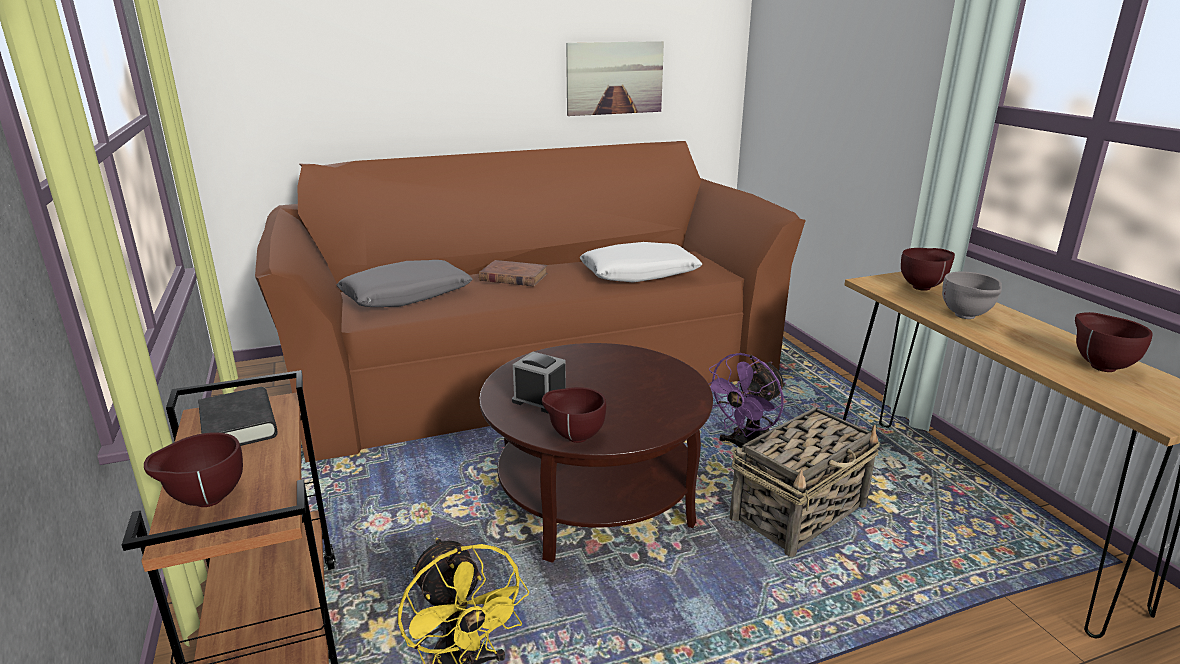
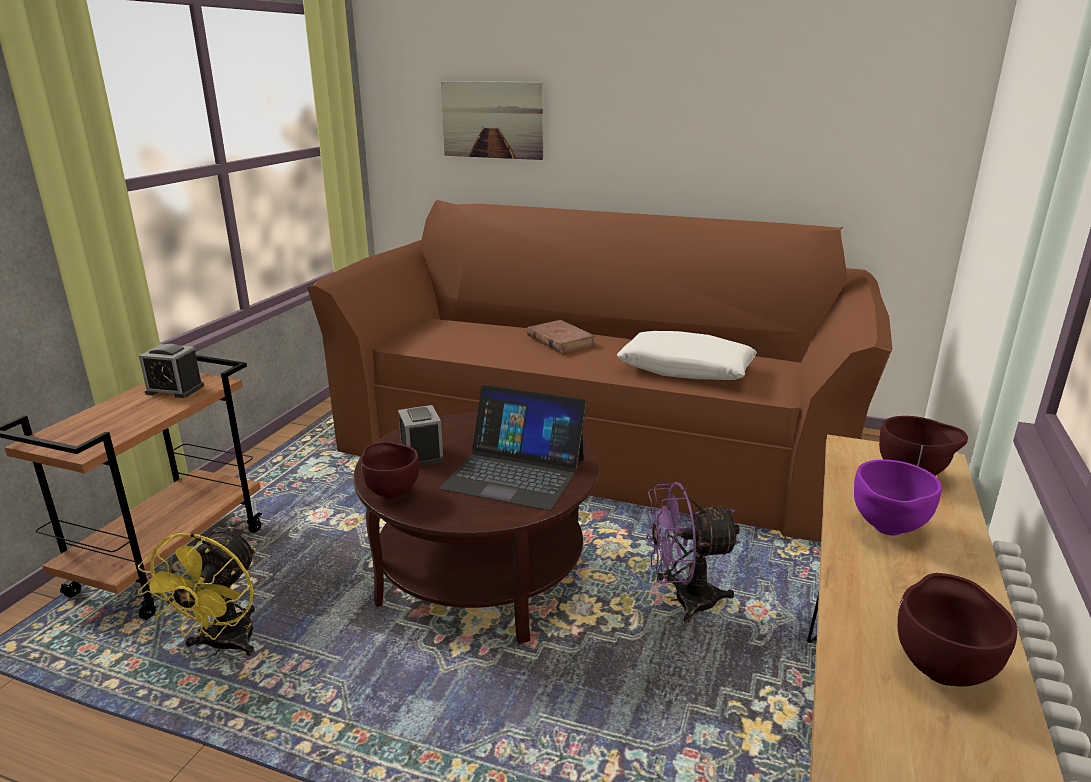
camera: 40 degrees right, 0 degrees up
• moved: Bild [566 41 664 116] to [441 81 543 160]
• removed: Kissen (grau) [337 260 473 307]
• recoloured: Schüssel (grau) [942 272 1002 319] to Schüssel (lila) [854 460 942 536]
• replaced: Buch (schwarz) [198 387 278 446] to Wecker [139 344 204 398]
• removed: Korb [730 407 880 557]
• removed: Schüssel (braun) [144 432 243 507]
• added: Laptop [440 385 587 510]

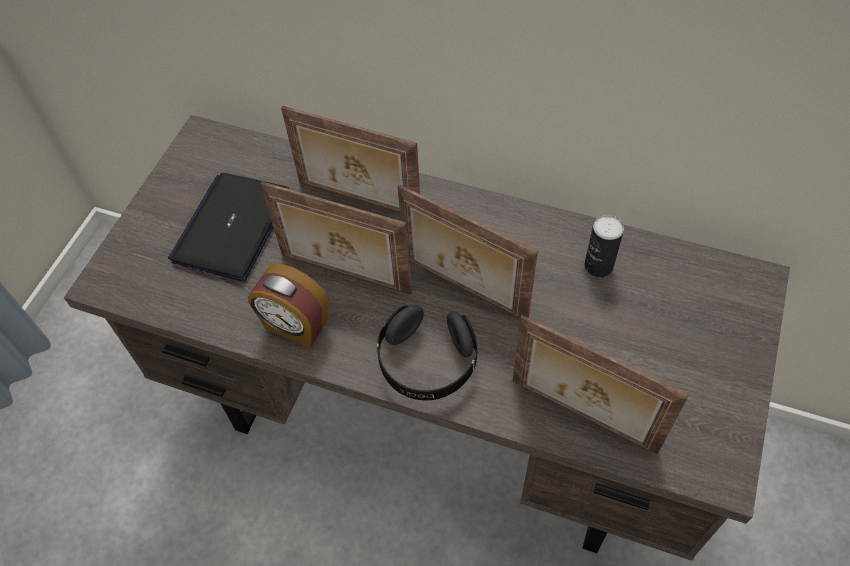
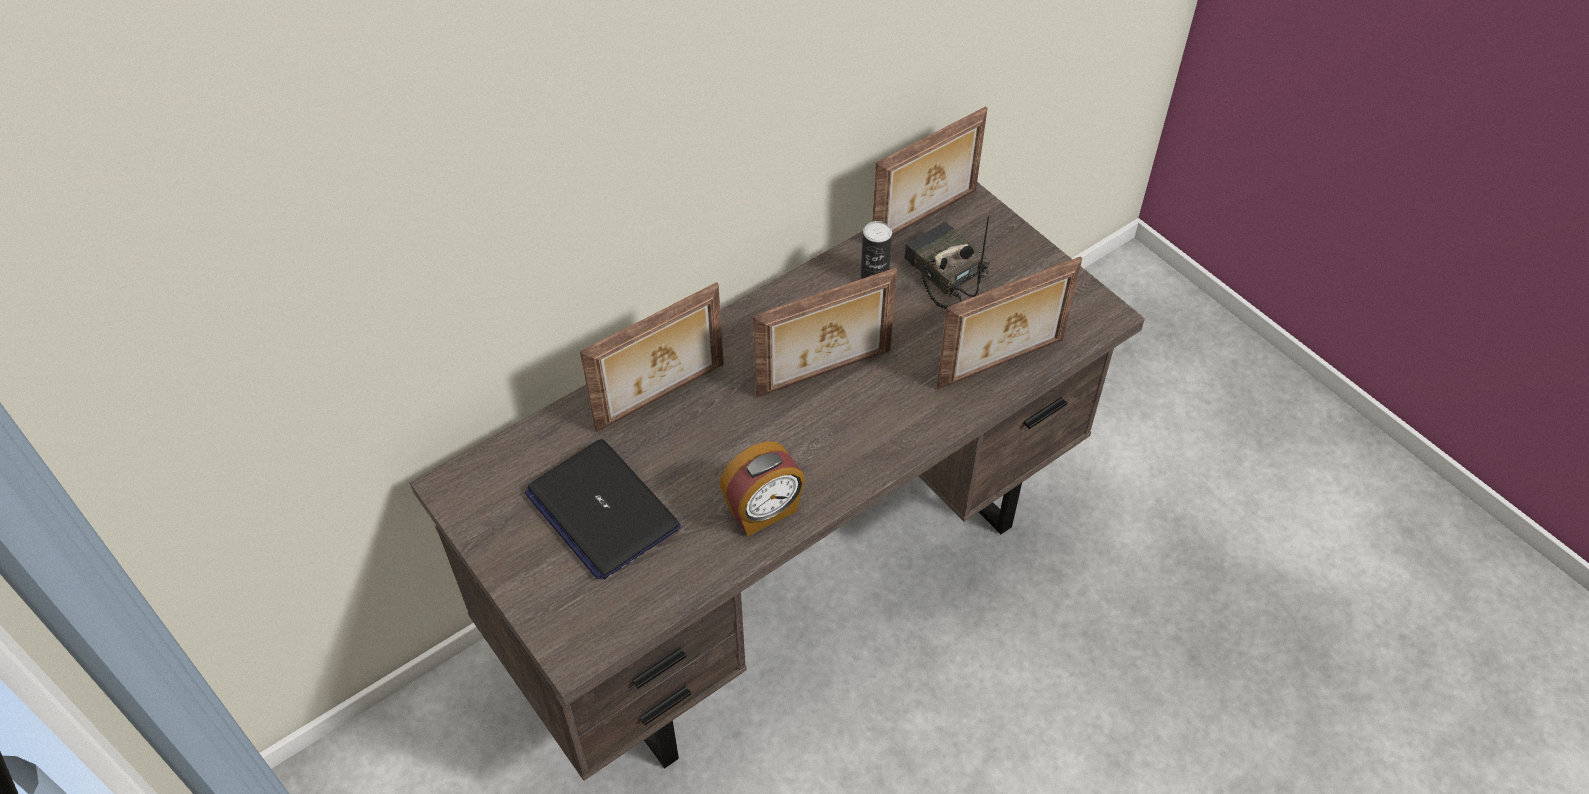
camera: 60 degrees left, 5 degrees down
• moved: Bilderrahmen [260 181 412 295] to [872 106 988 236]
• removed: Kopfhörer (schwarz) [377 305 478 400]
• added: Radio [904 215 990 309]

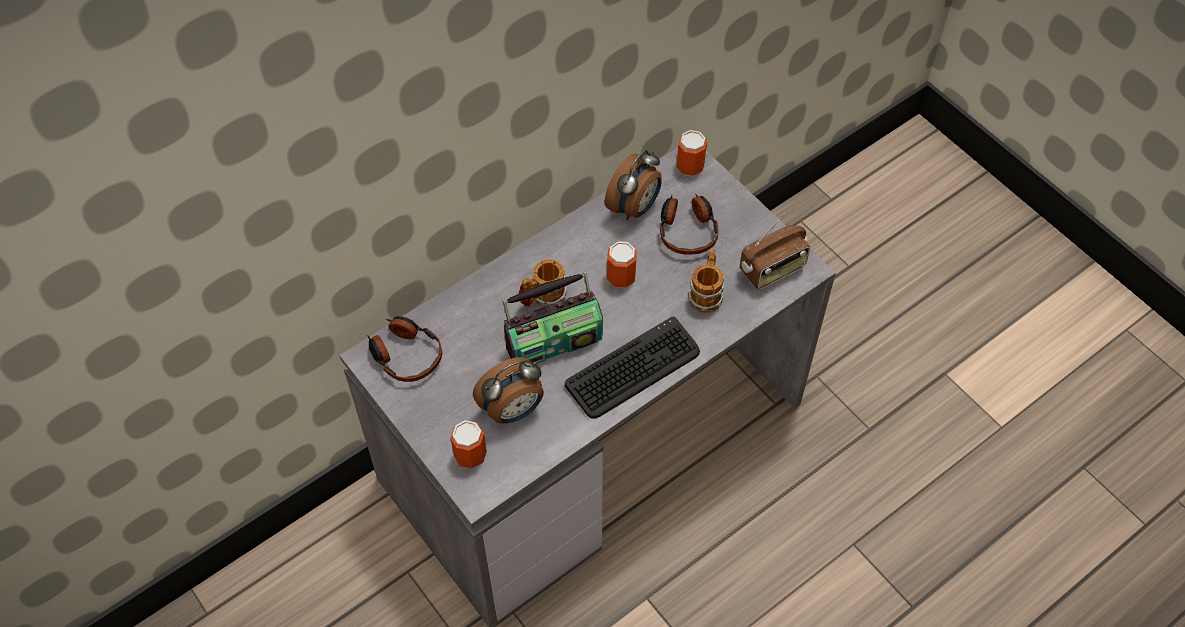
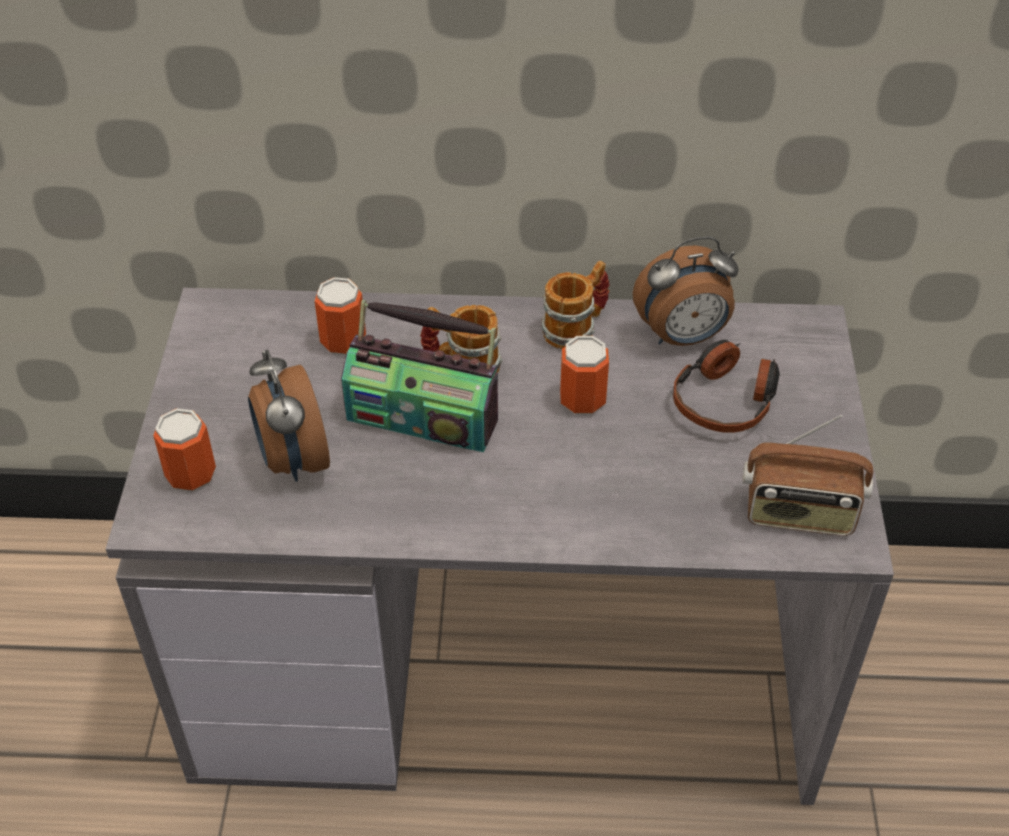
camera: 40 degrees right, 10 degrees down
• moved: Dose [677 130 707 176] to [315 277 366 355]
• moved: Henkelbecher [688 249 724 313] to [541 261 610 349]
• removed: Kopfhörer [367 316 442 382]
• removed: Tastatur [565 317 700 419]
• turned: Wecker [473 357 544 424] = [248 350 330 482] 60 degrees clockwise

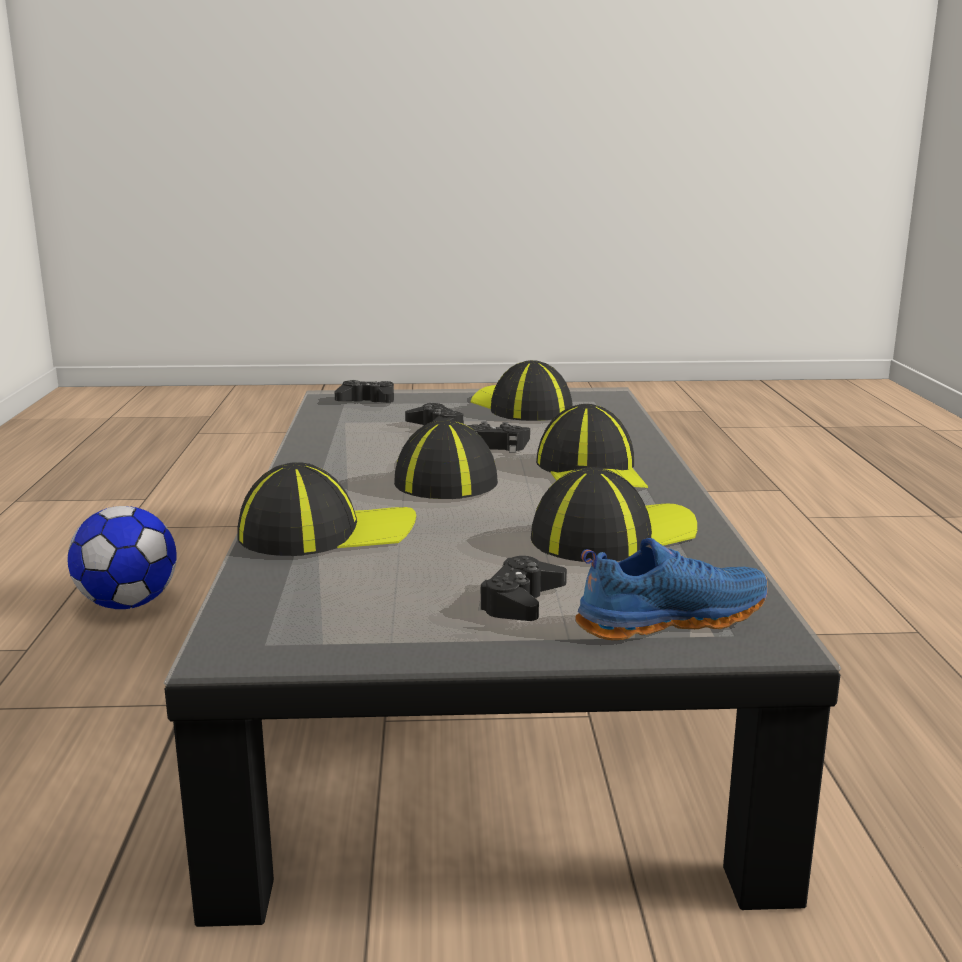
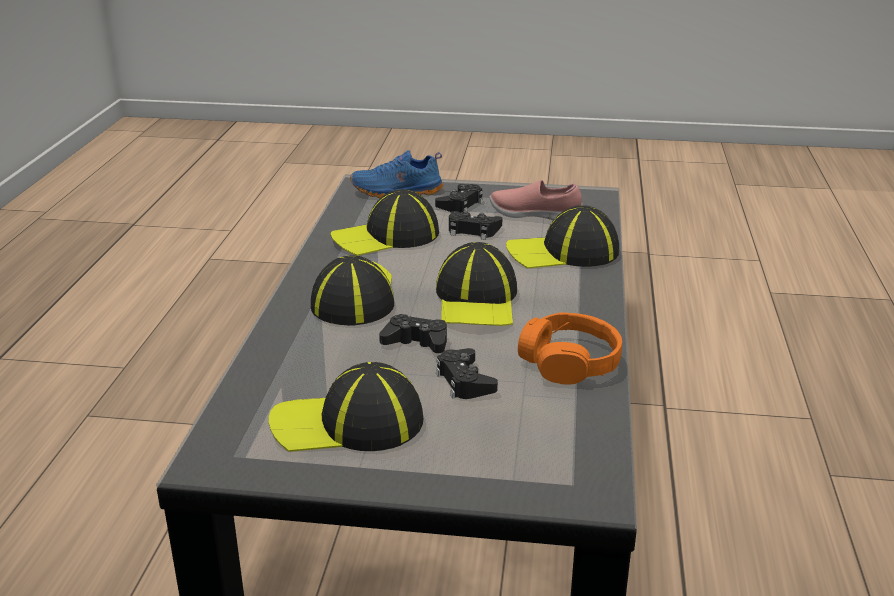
camera: 170 degrees left, 10 degrees up
• turned: Kappe [471 360 573 421] = [269 362 423 452] 105 degrees clockwise
• moved: Gamepad (schwarz) [334 380 394 403] to [449 211 502 240]
• removed: Fußball [67 506 177 609]
• added: Schuh (rosa) [489 180 582 221]
• added: Kopfhörer (orange) [518 312 622 385]

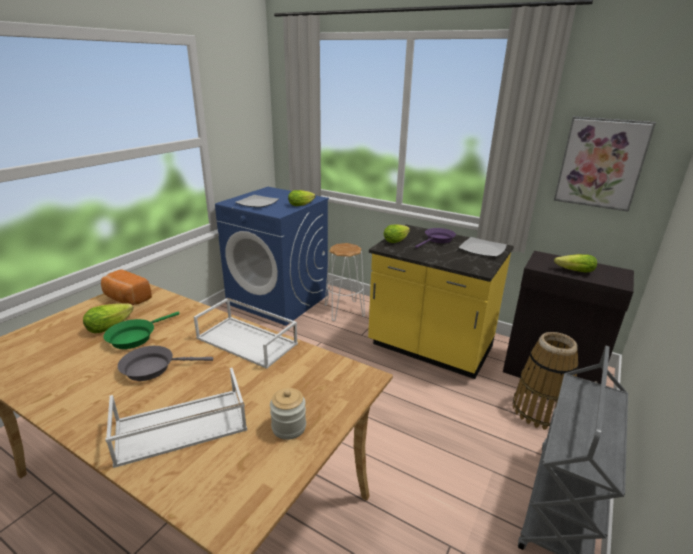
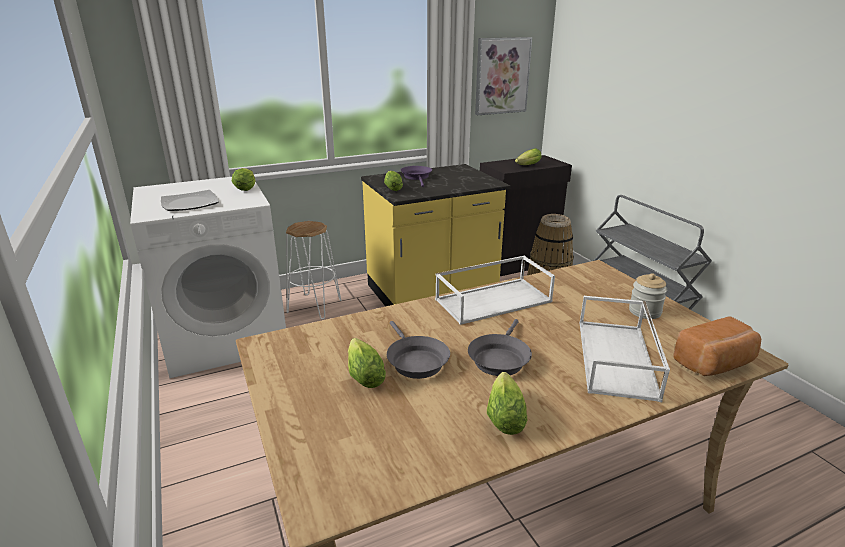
camera: 55 degrees left, 0 degrees up
• recoloured: Waschmaschine (blau) [215 187 329 326] to Waschmaschine (weiß) [130 177 286 378]
• removed: Teller [459 237 507 257]
• moved: Brot [101 269 152 305] to [673 317 761 376]
• recoloured: Pfanne (grün) [103 312 180 349] to Pfanne (grau) [387 321 450 379]
• added: Salatkopf [487 372 527 435]

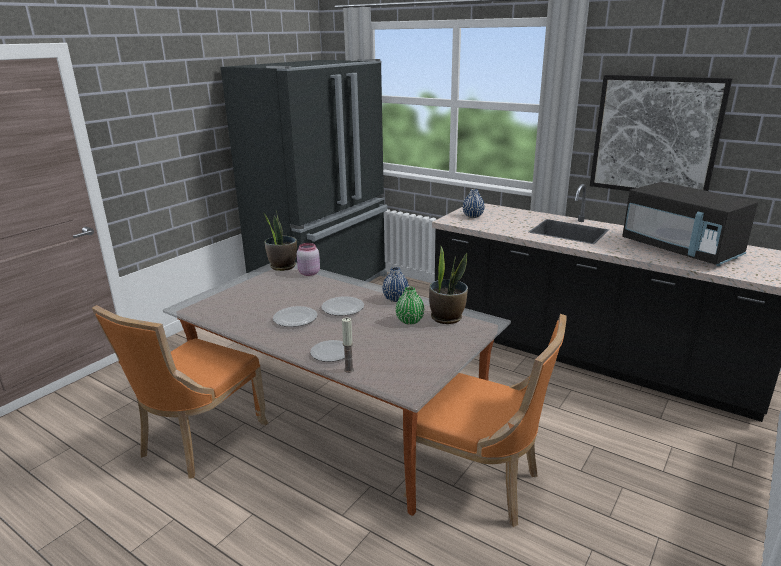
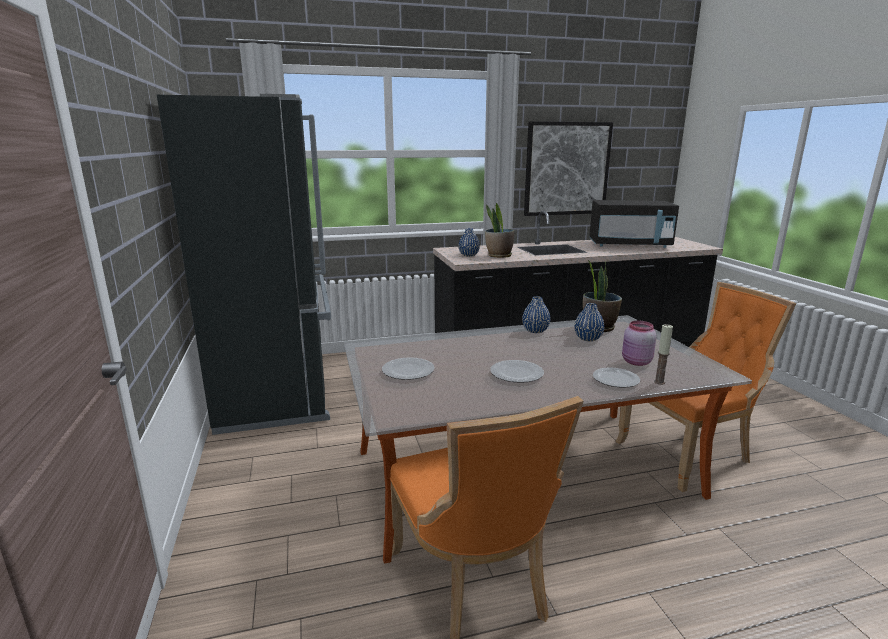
camera: 50 degrees left, 5 degrees down
• moved: Topfpflanze [264 211 297 271] to [485 203 514 258]
• moved: Vorratsglas (rosa) [297 243 320 276] to [622 321 657 366]
• recoloured: Vase (grün) [396 287 424 325] to Vase (blau) [574 303 605 341]
• moved: Teller [321 296 364 316] to [382 357 435 380]

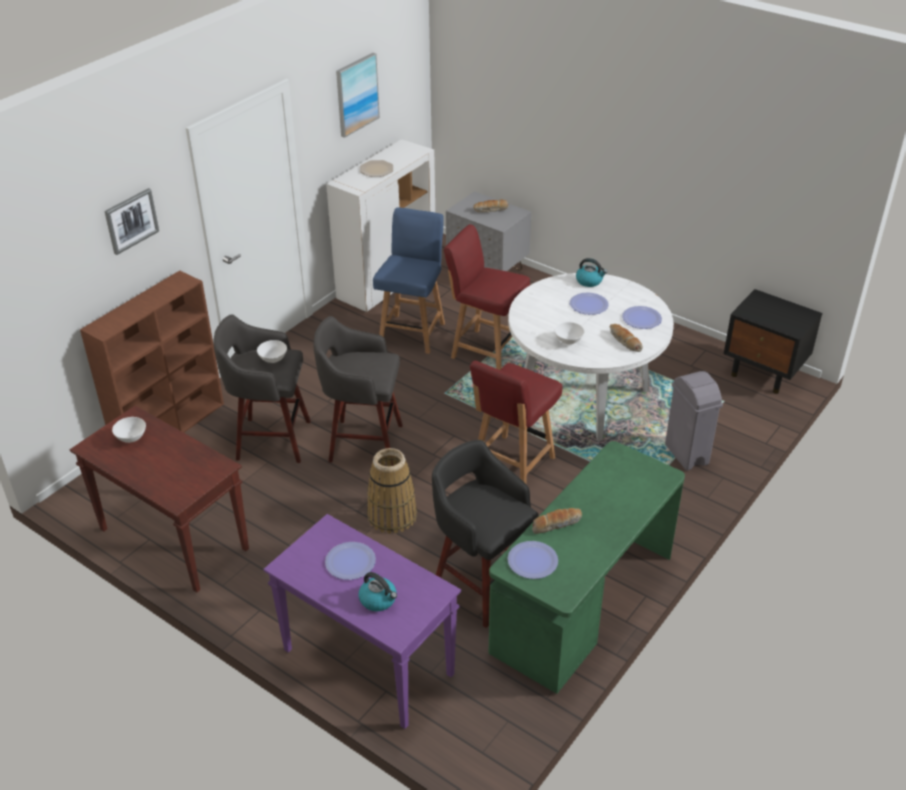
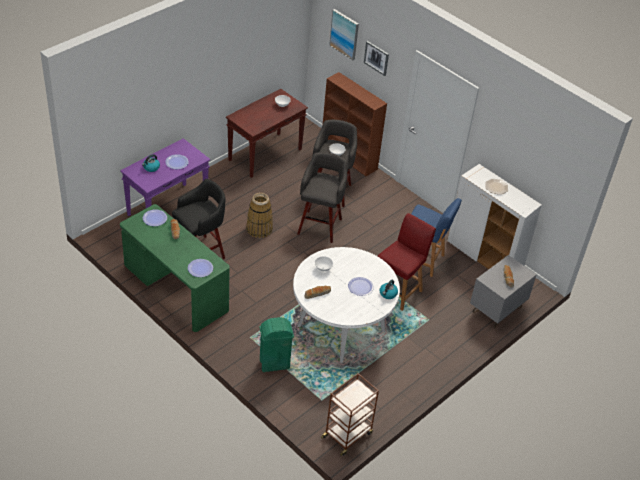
camera: 95 degrees right, 5 degrees up
• moved: Bild [336 53 380 138] to [329 9 359 60]
• replaced: Nachttisch (schwarz) [724 289 822 394] to Rollwagen (braun) [321 373 379 456]
• moved: Teller [622 306 662 329] to [188 259 213 277]
• removed: Stuhl (rot) [470 361 563 485]
• recoloured: Mülleimer (grau) [665 371 723 471] to Mülleimer (grün) [260 317 294 372]

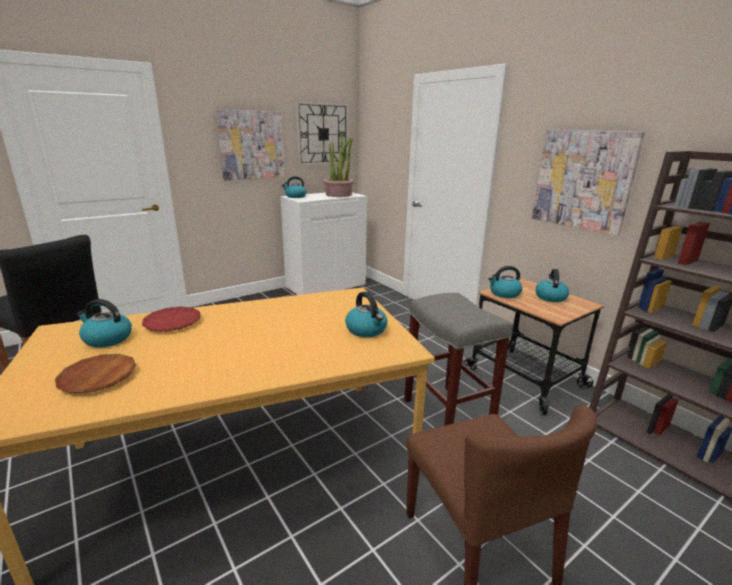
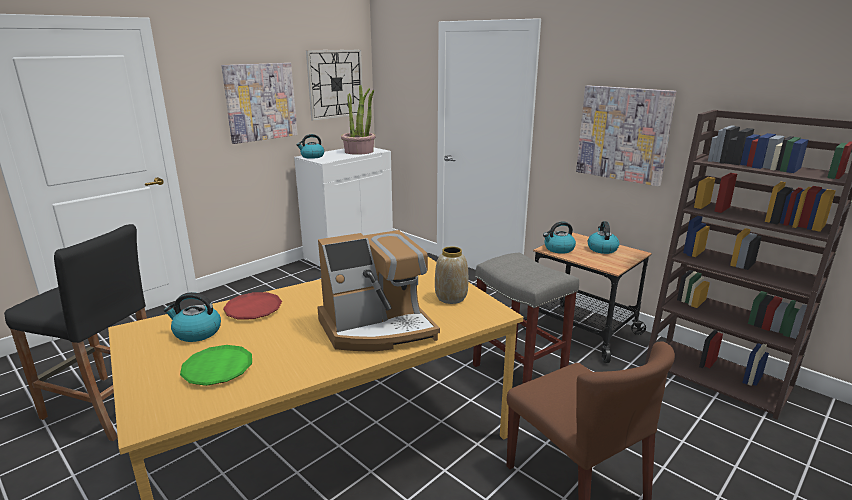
camera: 10 degrees left, 0 degrees up
• replaced: Wasserkessel [345 291 388 337] to Vase [435 246 468 304]
• recoloured: Teller (braun) [55 354 136 393] to Teller (grün) [180 345 252 386]
• added: Kaffeemaschine [317 230 440 352]

